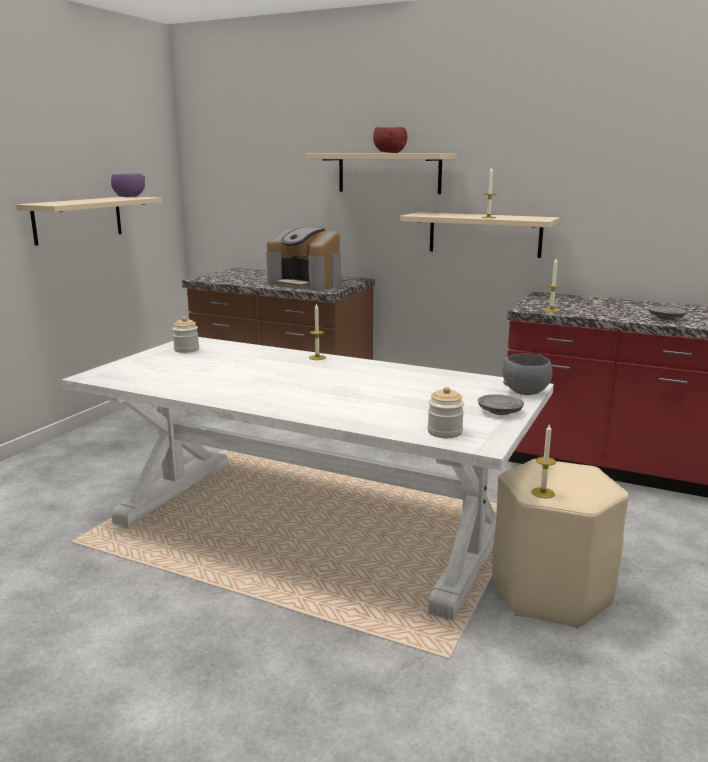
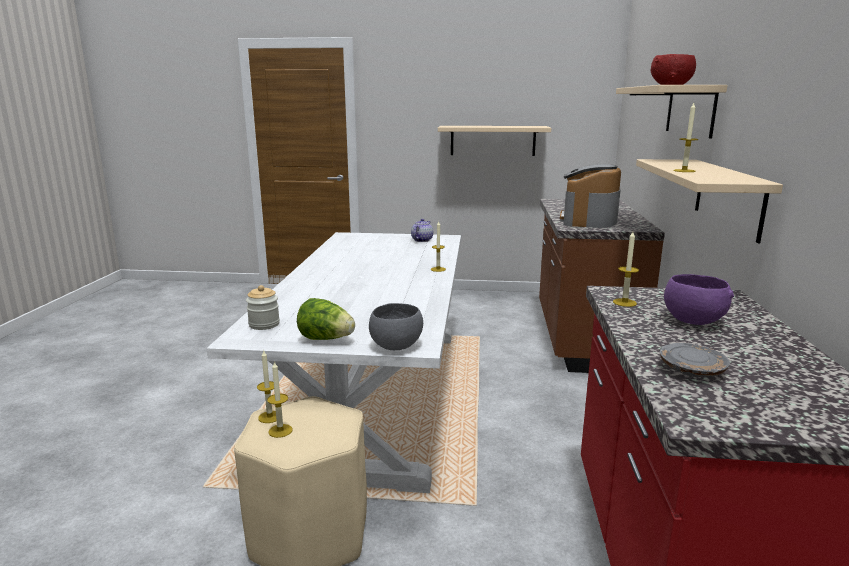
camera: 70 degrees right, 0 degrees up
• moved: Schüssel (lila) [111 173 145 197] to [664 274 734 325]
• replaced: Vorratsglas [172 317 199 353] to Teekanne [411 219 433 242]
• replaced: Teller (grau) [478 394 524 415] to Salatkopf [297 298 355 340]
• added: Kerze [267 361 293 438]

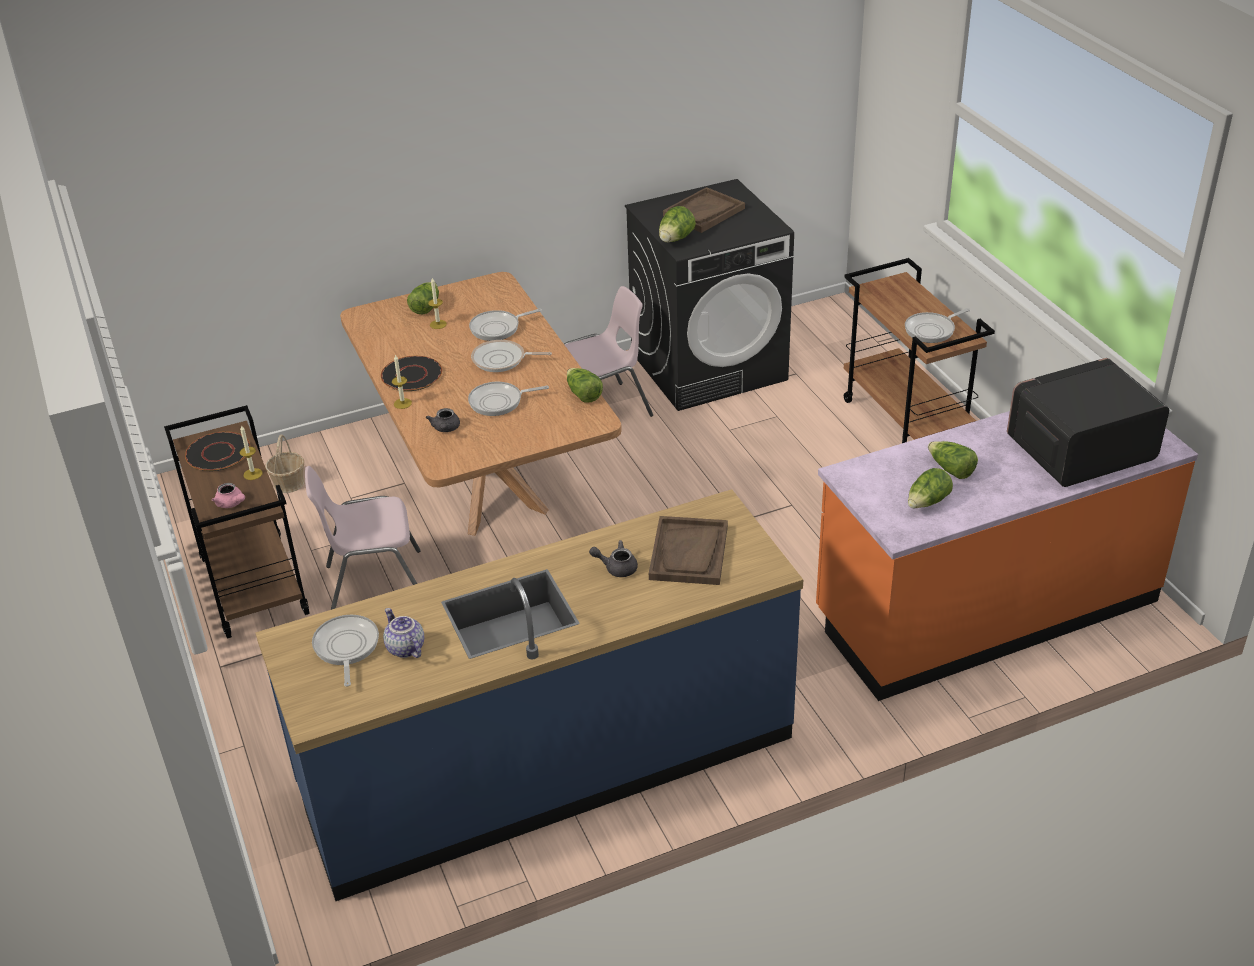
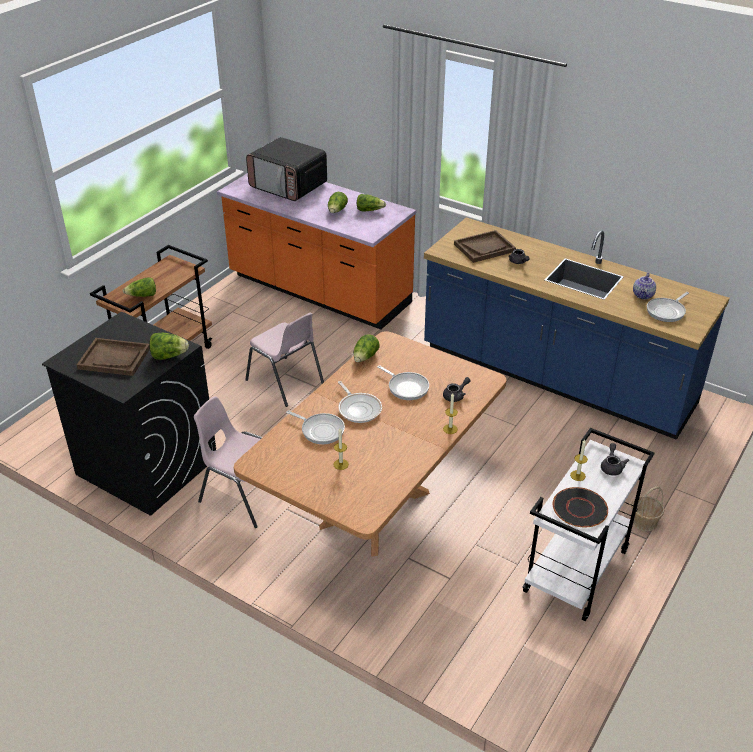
camera: 125 degrees left, 0 degrees up
• moved: Salatkopf [407 282 439 314] to [123 277 156 297]
• removed: Pfanne [905 308 970 343]
• removed: Teller (schwarz) [381 356 442 391]
• recoloured: Rollwagen (braun) [164 405 310 639] to Rollwagen (weiß) [522 428 654 621]
• moved: Korb [266 434 305 493] to [631 486 665 531]
• moved: Stuhl (rosa) [305 466 421 610] to [245 313 324 407]
• recoloured: Teekanne (rosa) [212 483 245 508] to Teekanne (grau) [601 443 629 476]

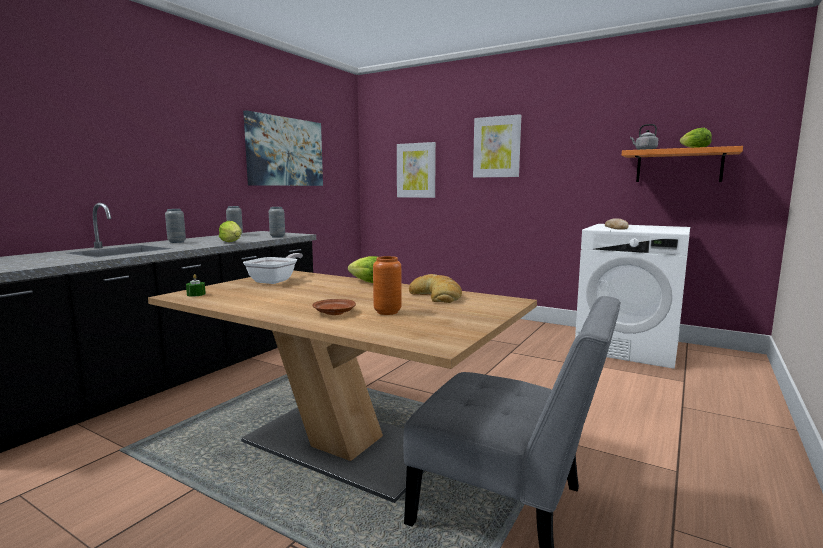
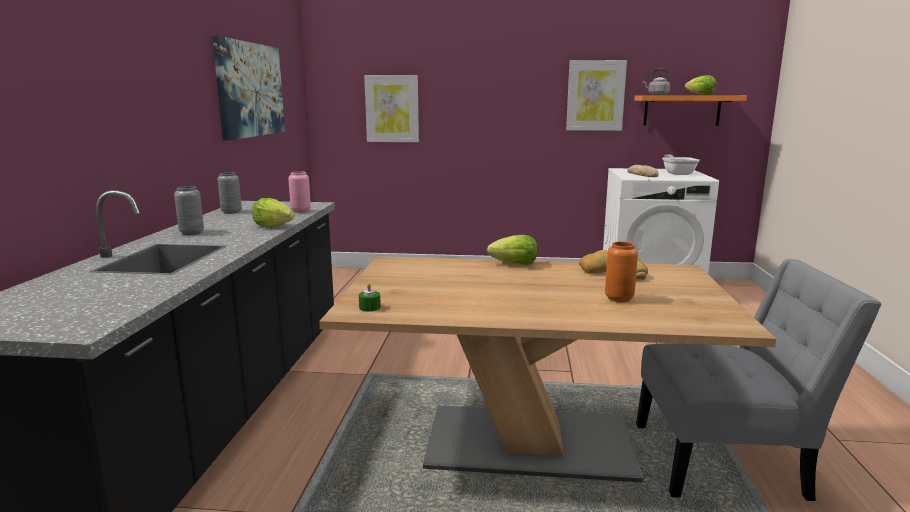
camera: 25 degrees left, 5 degrees up
• moved: Bild [473 114 521 178] to [566 60 627 131]
• recoloured: Vase (grau) [269 207 285 238] to Vase (rosa) [288 171 311 212]
• moved: Pfanne [243 253 303 284] to [662 154 700 175]
• removed: Teller (braun) [312 299 356 315]

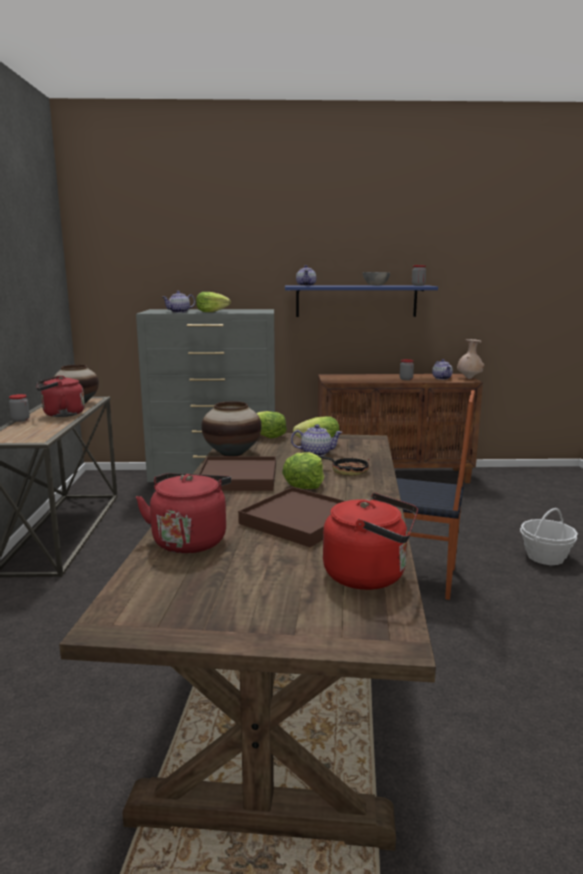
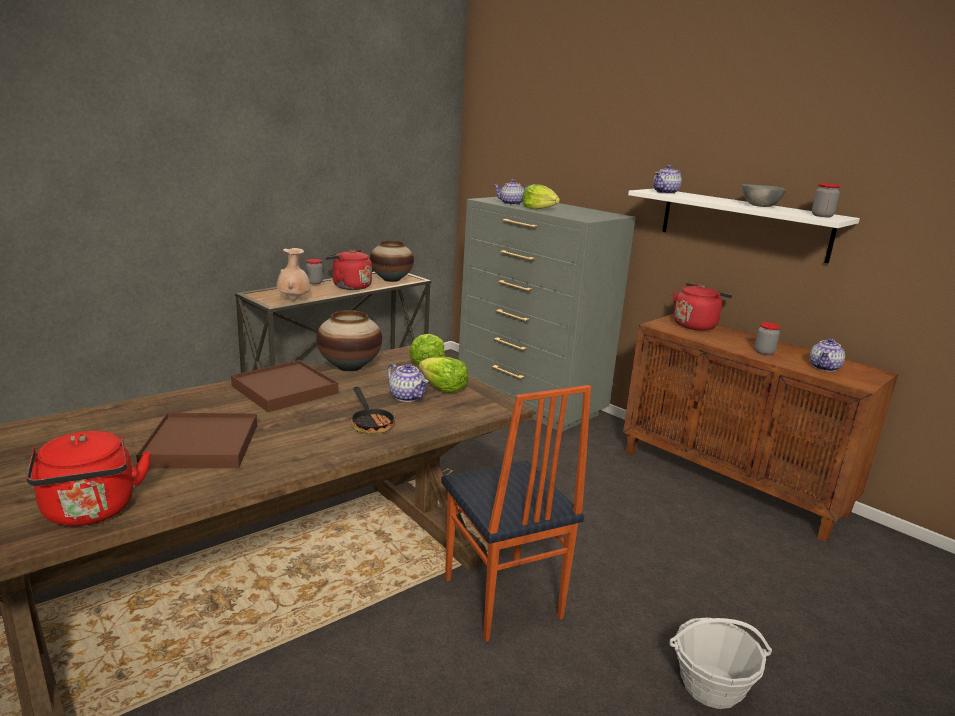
camera: 45 degrees right, 5 degrees up
• recoloured: Wandregal (blau) [285 286 438 317] to Wandregal (weiß) [628 189 860 263]
• moved: Vase (beige) [457 339 484 379] to [276 248 310 300]
• removed: Salatkopf [282 452 324 489]
• moved: Wasserkessel (rot) [136 473 231 553] to [673 282 732 331]

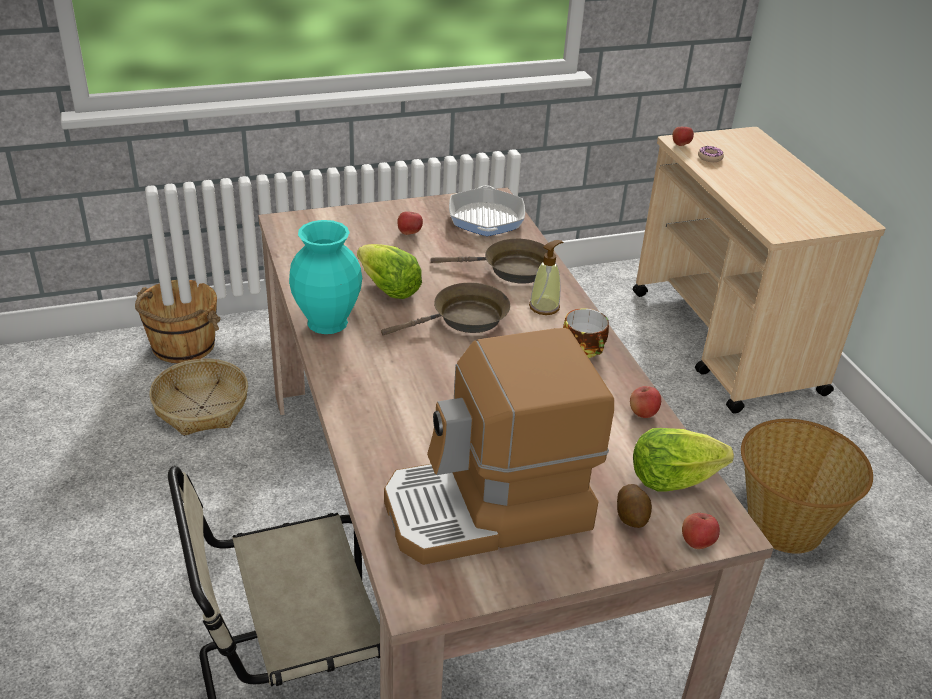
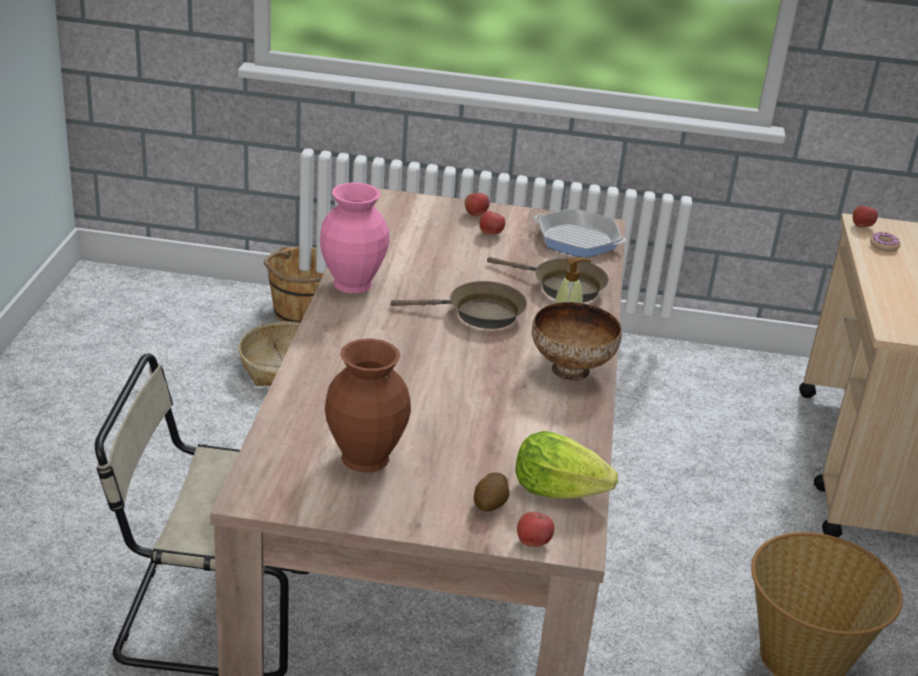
camera: 25 degrees right, 5 degrees down
• turned: Pfanne [449 185 525 236] = [533 208 626 257] 90 degrees counterclockwise
• recoloured: Vase (türkis) [289 220 362 334] to Vase (rosa) [320 182 390 293]
• removed: Salatkopf [357 244 422 299]
• replaced: Tasse [563 308 609 358] to Schüssel [532 302 622 381]
• replaced: Kaffeemaschine [384 328 614 565] to Vase (braun) [325 338 411 473]
• moved: Apfel [630 386 661 418] to [465 193 490 216]

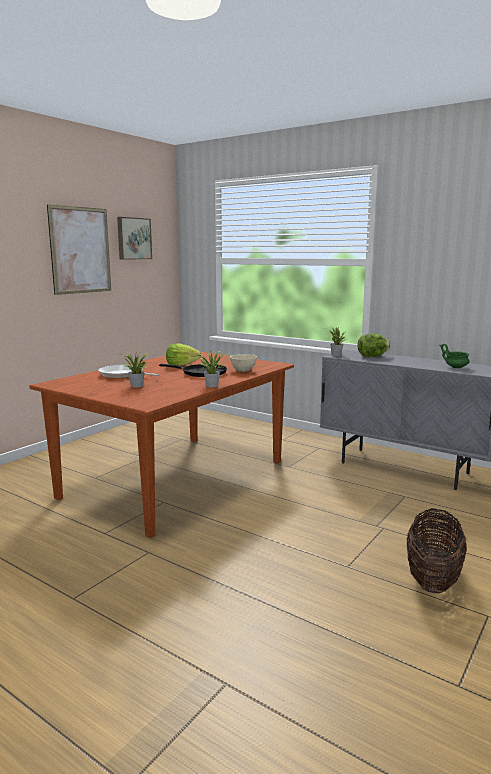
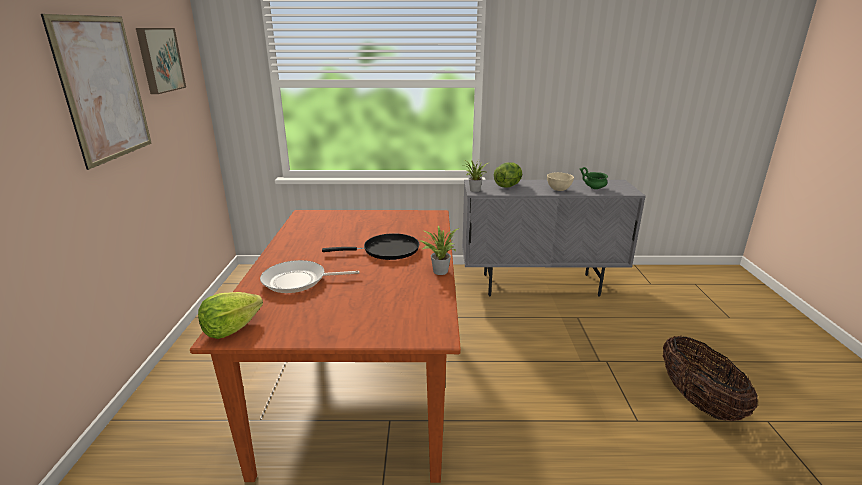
camera: 35 degrees left, 10 degrees up
• moved: Salatkopf [166 343 201 366] to [198 292 263 339]
• removed: Topfpflanze [118 351 149 388]
• moved: Schüssel (beige) [230 354 257 372] to [547 172 574 191]

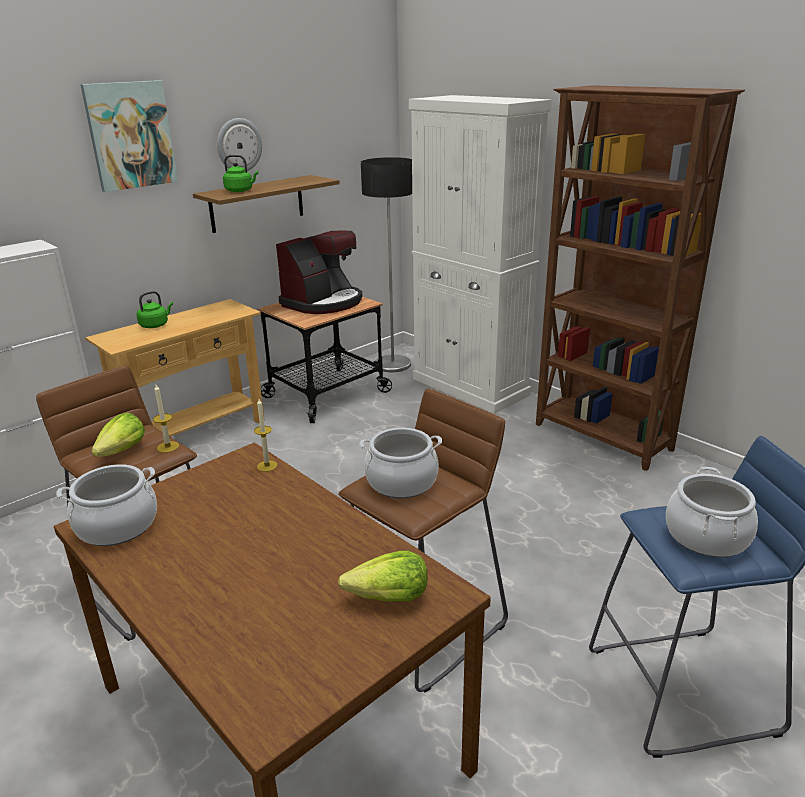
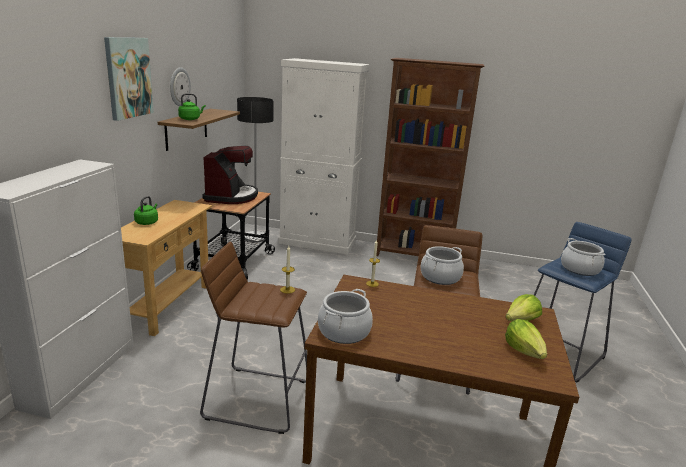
camera: 35 degrees left, 5 degrees down
• moved: Salatkopf [91 413 145 457] to [505 319 547 359]

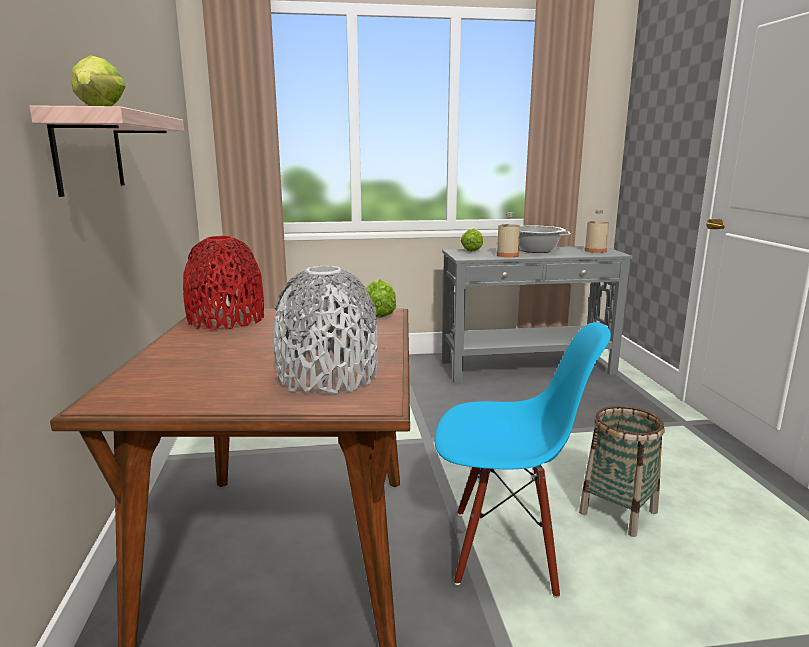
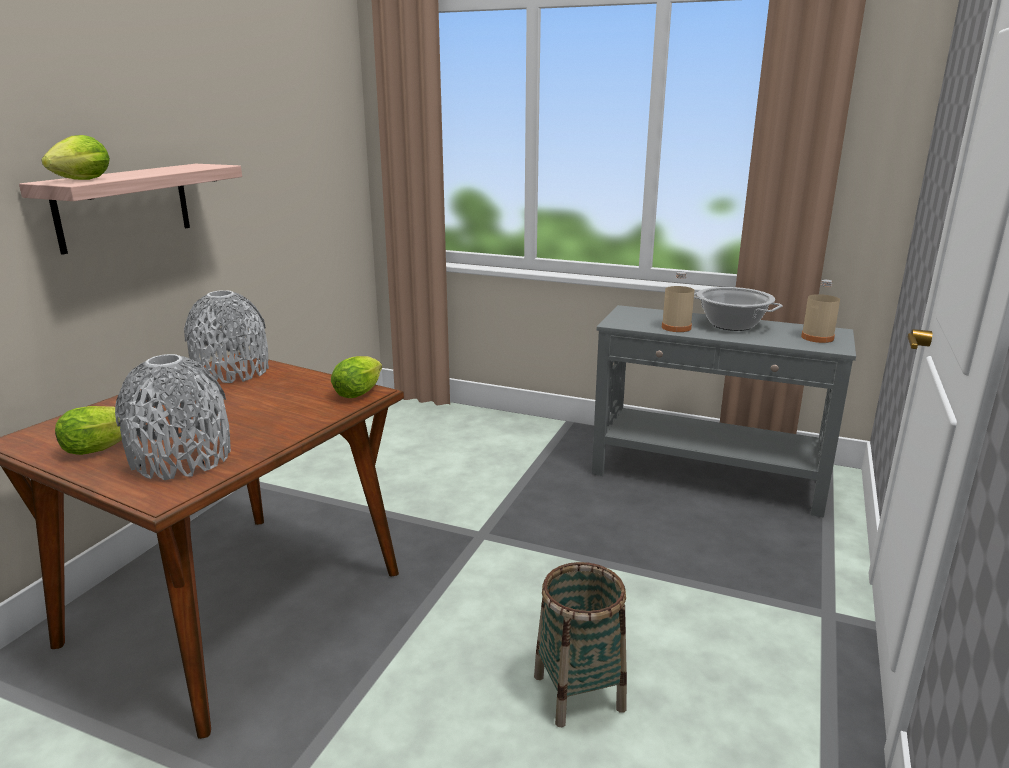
camera: 30 degrees right, 5 degrees up
• moved: Salatkopf [461 229 483 252] to [55 406 122 455]
• recoloured: Vase (rot) [183 236 264 329] to Vase (grau) [184 290 269 383]
• removed: Stuhl (blau) [435 322 611 598]

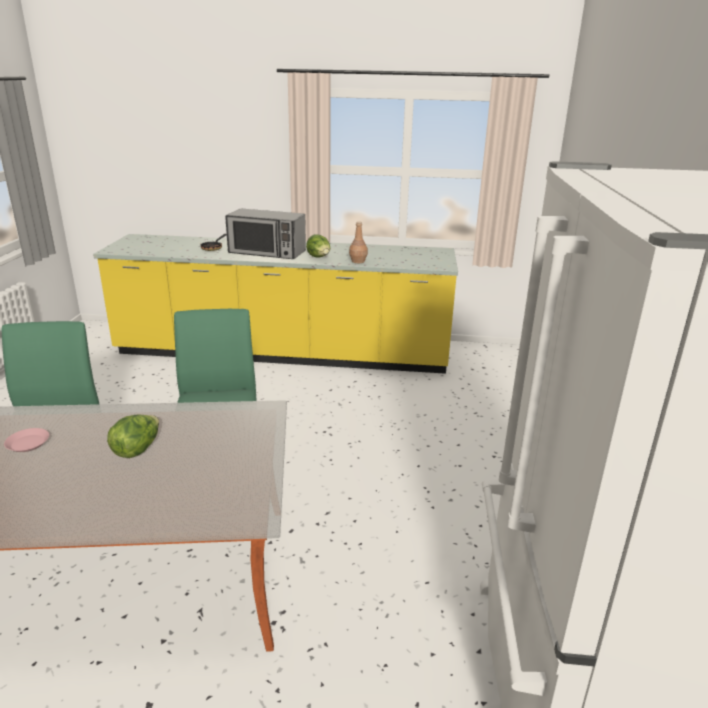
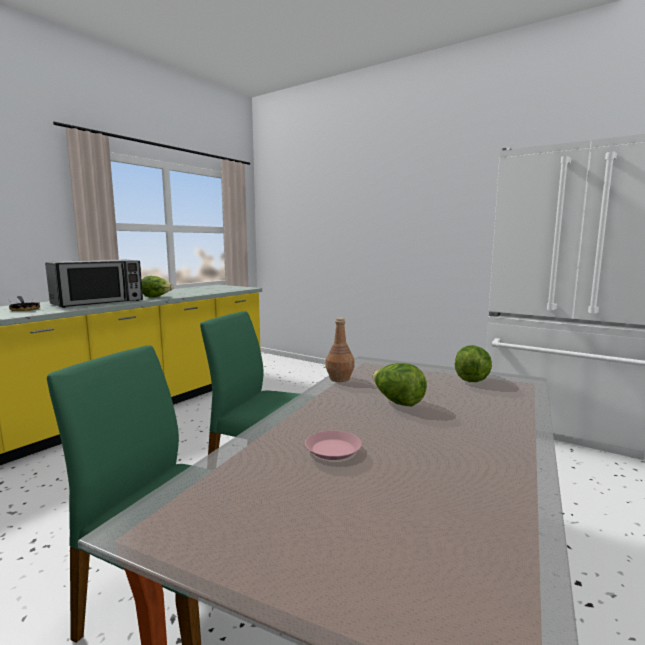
camera: 60 degrees left, 15 degrees down
• moved: Flasche (braun) [349 221 368 263] to [325 318 355 382]
• added: Salatkopf [455 345 492 382]

